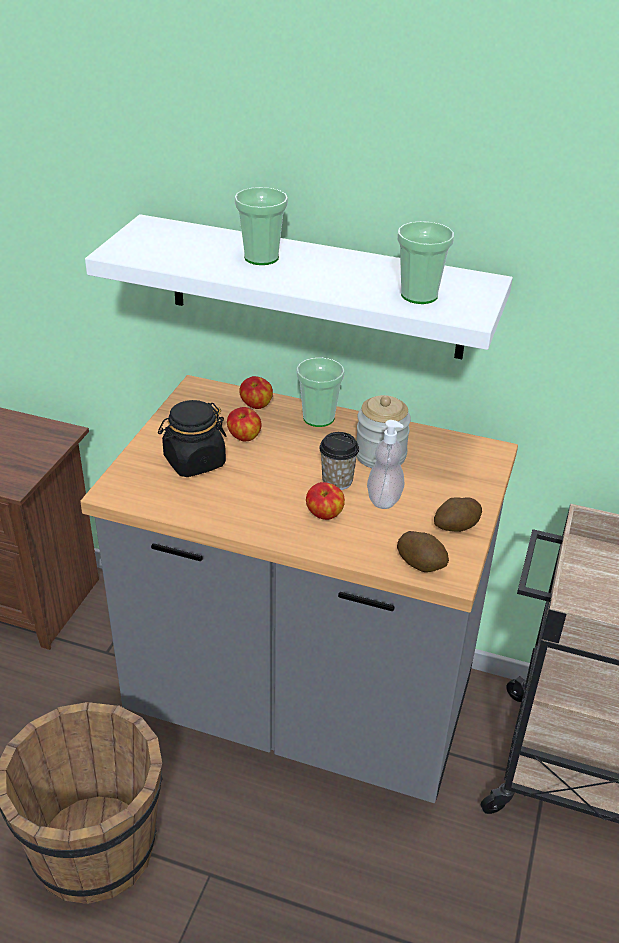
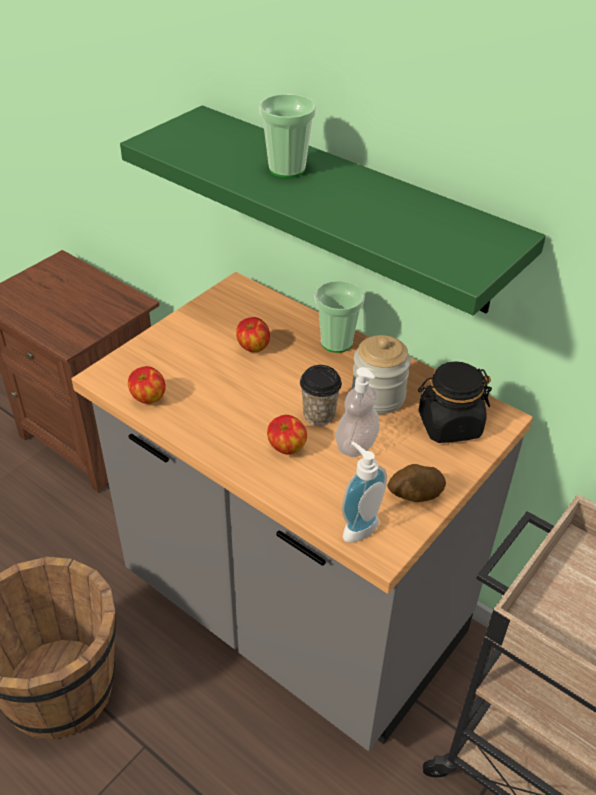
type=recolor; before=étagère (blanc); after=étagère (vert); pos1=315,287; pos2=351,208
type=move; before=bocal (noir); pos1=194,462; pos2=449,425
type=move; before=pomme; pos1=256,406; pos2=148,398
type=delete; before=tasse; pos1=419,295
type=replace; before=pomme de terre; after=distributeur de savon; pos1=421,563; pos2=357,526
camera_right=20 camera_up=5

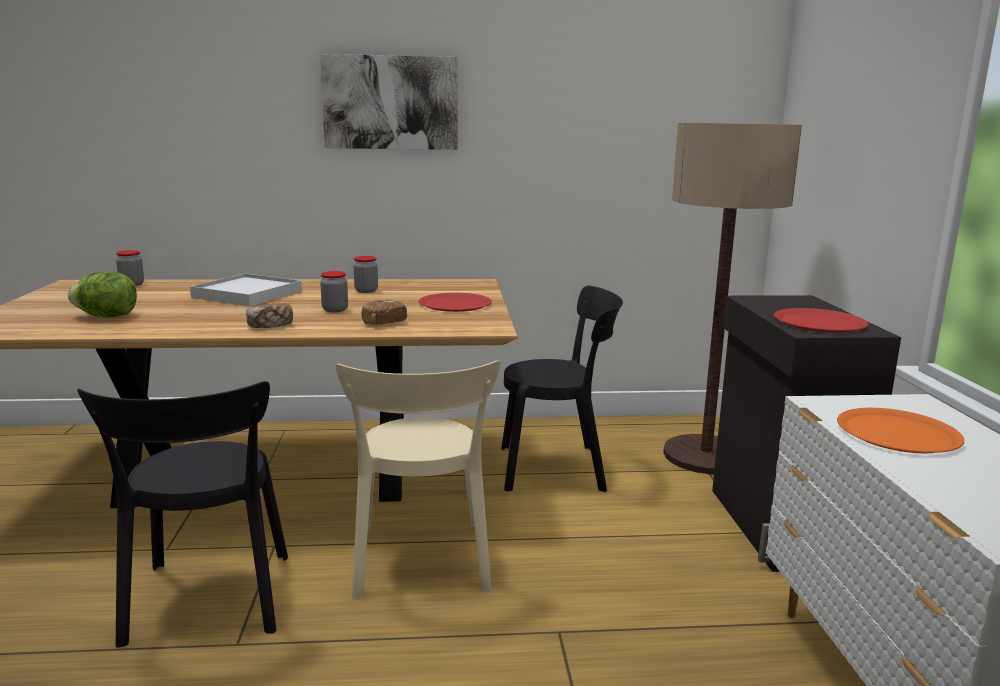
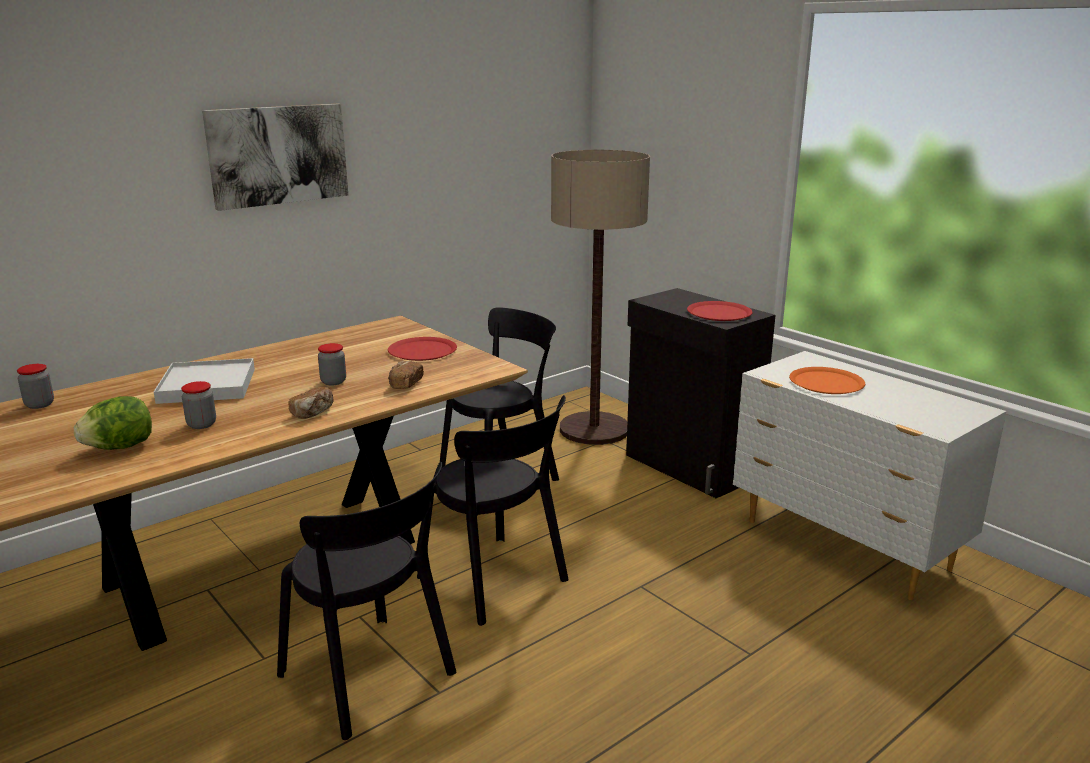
type=recolor; before=chaise (beige); after=chaise (noir); pos1=421,564; pos2=496,582
type=move; before=bocal; pos1=366,291; pos2=201,424
camera_right=-35 camera_up=5

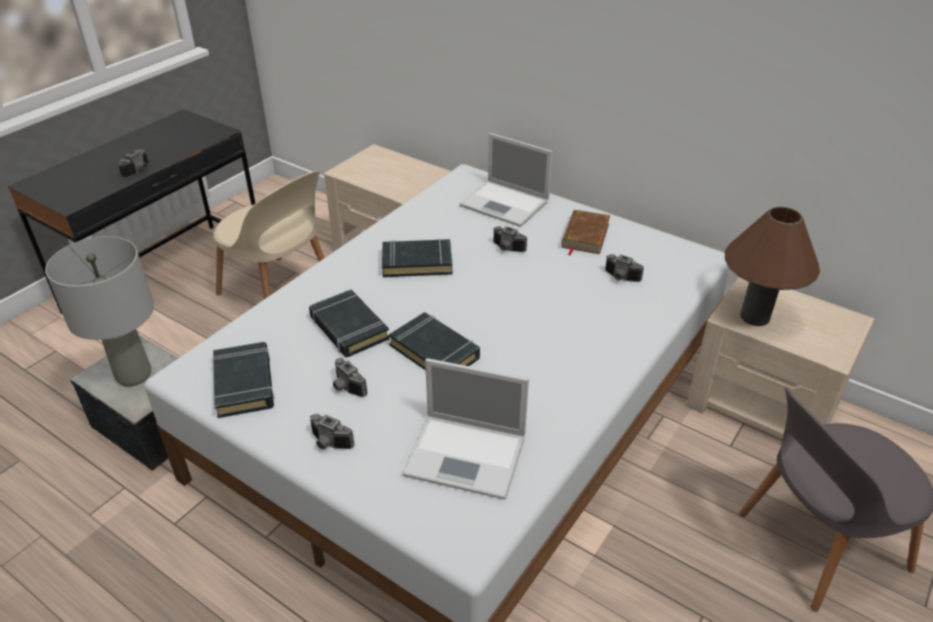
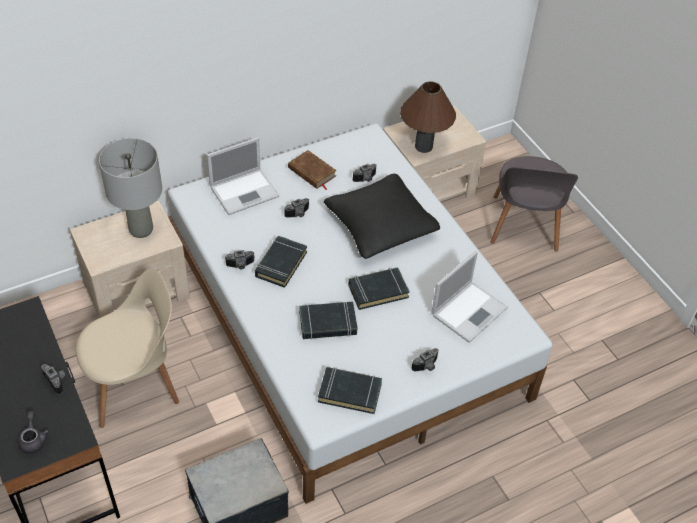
type=move; before=lampe de table (gris); pos1=134,374; pos2=140,229
type=move; before=appareil photo; pos1=346,388; pos2=240,266
type=insert; after=théière (gris); pos2=33,439
type=insert; after=coussin (noir); pos2=380,225
camera_right=-65 camera_up=10

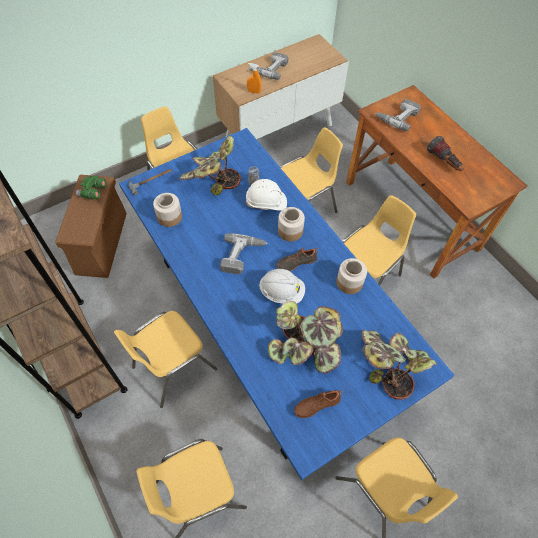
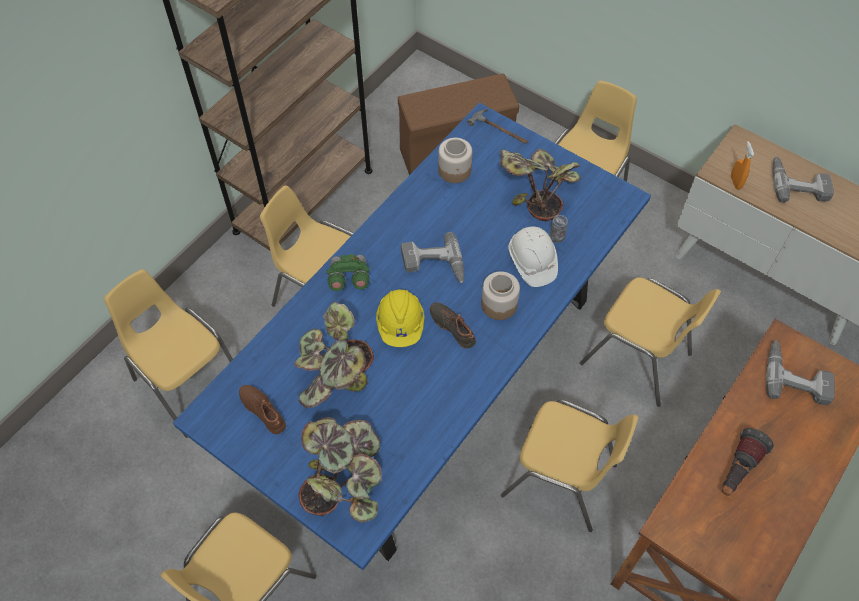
type=move; before=jumelles (vert); pos1=93,193; pos2=348,279
type=recolor; before=casque de chantier (blanc); after=casque de chantier (jaune); pos1=282,292; pos2=400,325
type=delete; before=bocal; pos1=349,282
camera_right=70 camera_up=0

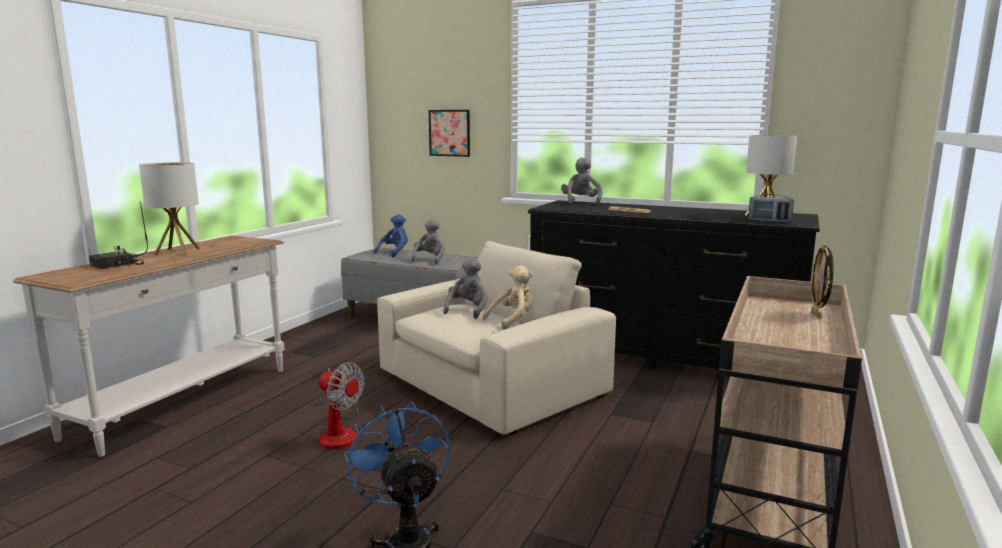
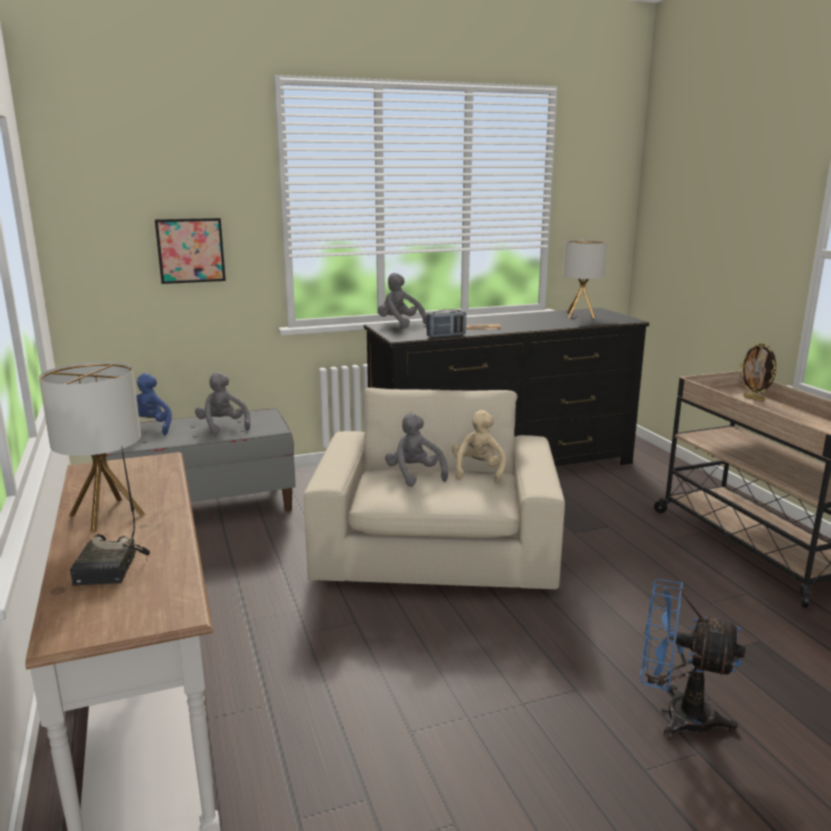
type=delete; before=ventilateur; pos1=340,432
type=move; before=radio; pos1=769,221; pos2=446,335
camera_right=-45 camera_up=5

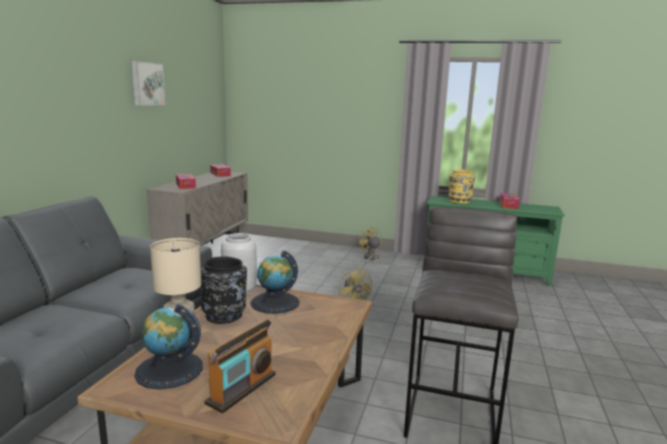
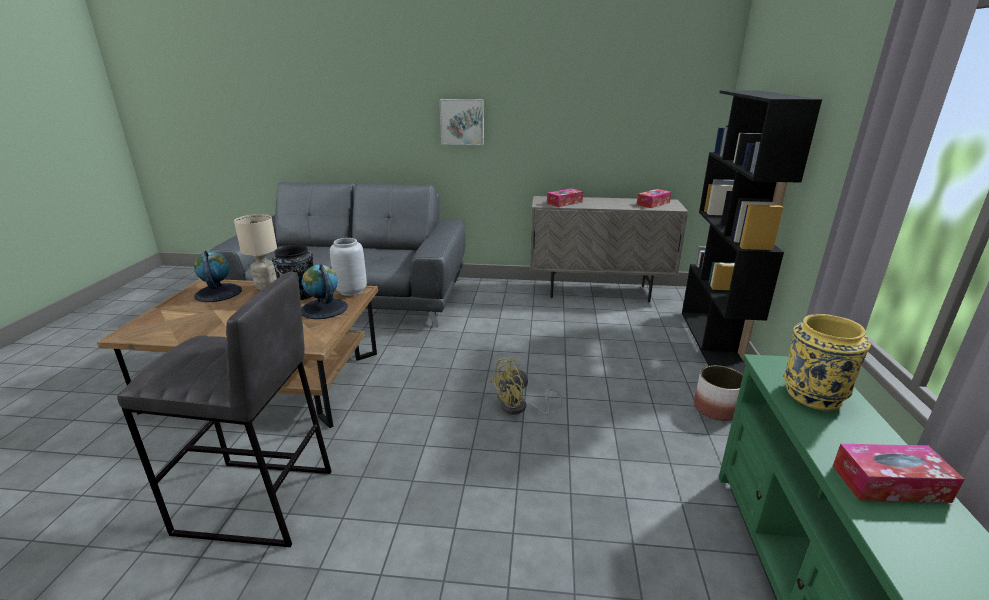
type=move; before=tableau; pos1=147,83; pos2=462,121
type=delete; before=radio; pos1=242,389
type=replace; before=ventilateur (jaune); after=cache-pot; pos1=370,258; pos2=716,409
type=insert; after=bibliothèque (noir); pos2=714,341
camera_right=80 camera_up=10

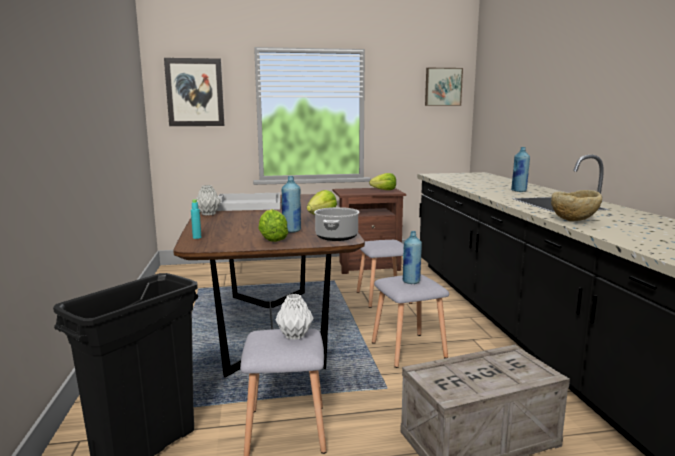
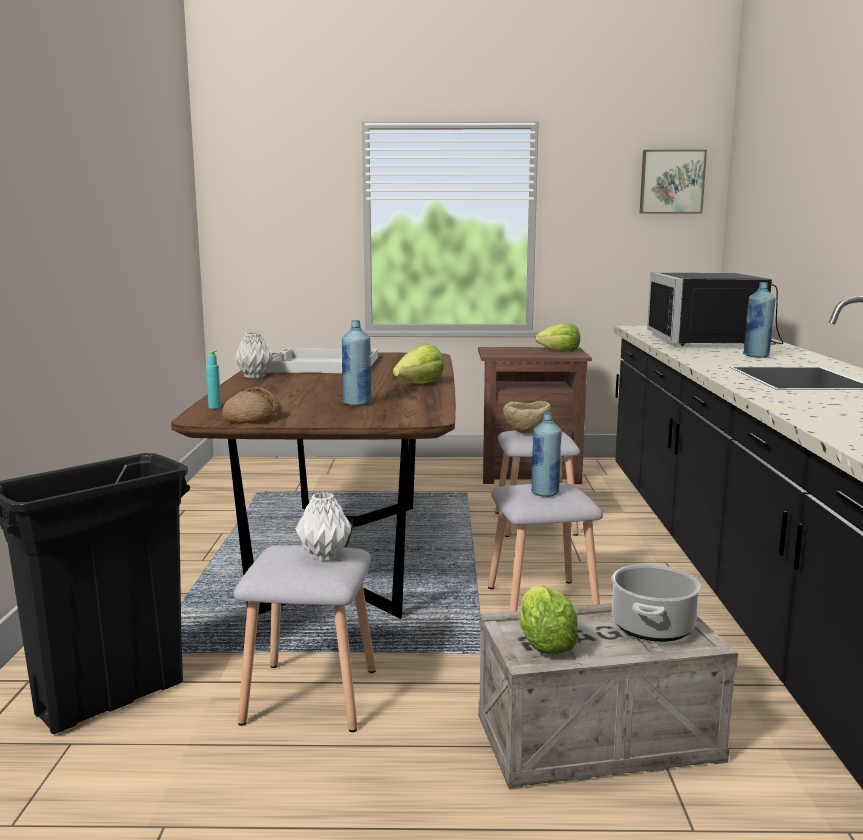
type=delete; before=tableau; pos1=195,92
type=move; before=laitue; pos1=272,239; pos2=544,642
type=move; before=marmite; pos1=336,237; pos2=653,627
type=move; before=bol (beige); pos1=573,221; pos2=526,433
type=insert; after=pain; pos2=253,418
type=insert; after=micro-ondes (noir); pos2=712,340
camera_right=10 camera_up=0

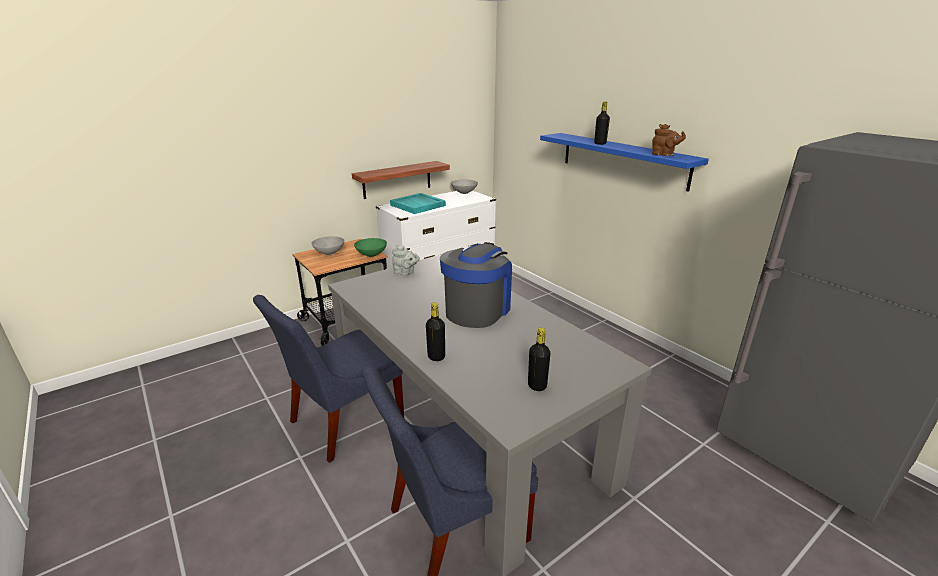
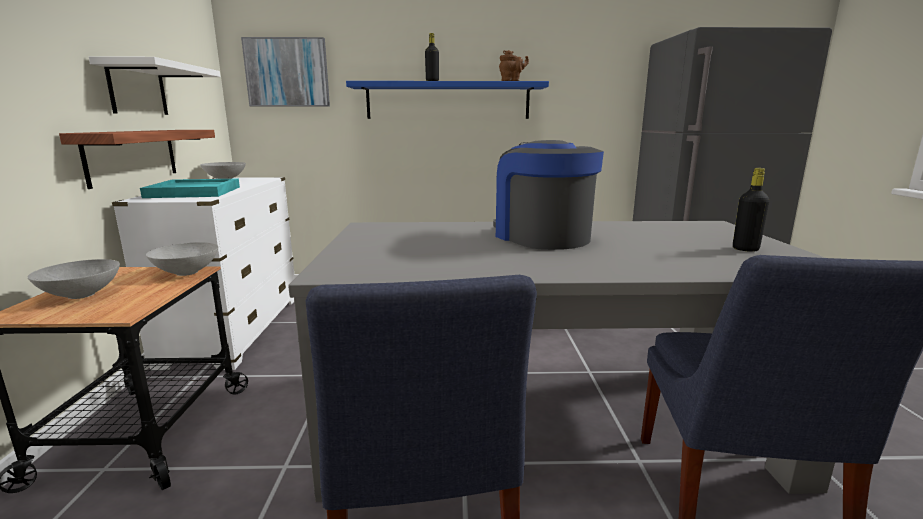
type=recolor; before=bol (vert); after=bol (gris); pos1=371,255; pos2=187,273
type=delete; before=théière (gris); pos1=405,273
type=delete; before=bouteille (noir); pos1=436,357
type=insert; after=étagère (blanc); pos2=137,89
type=insert; after=tableau; pos2=287,72
camera_right=-55 camera_up=-10

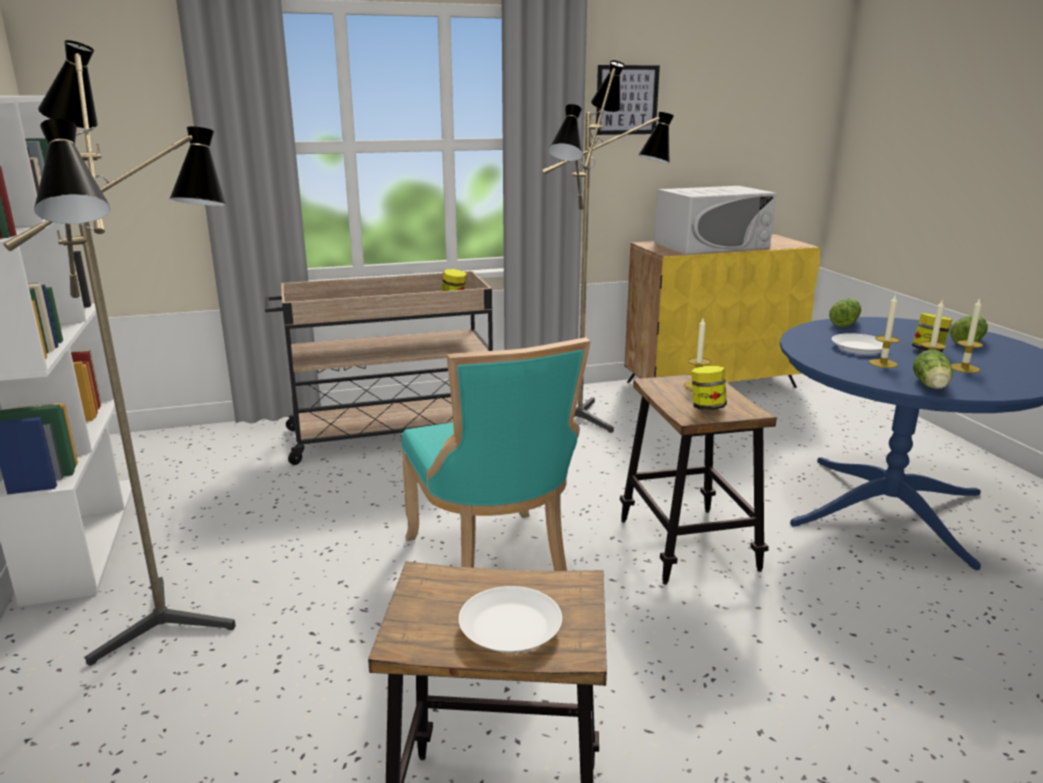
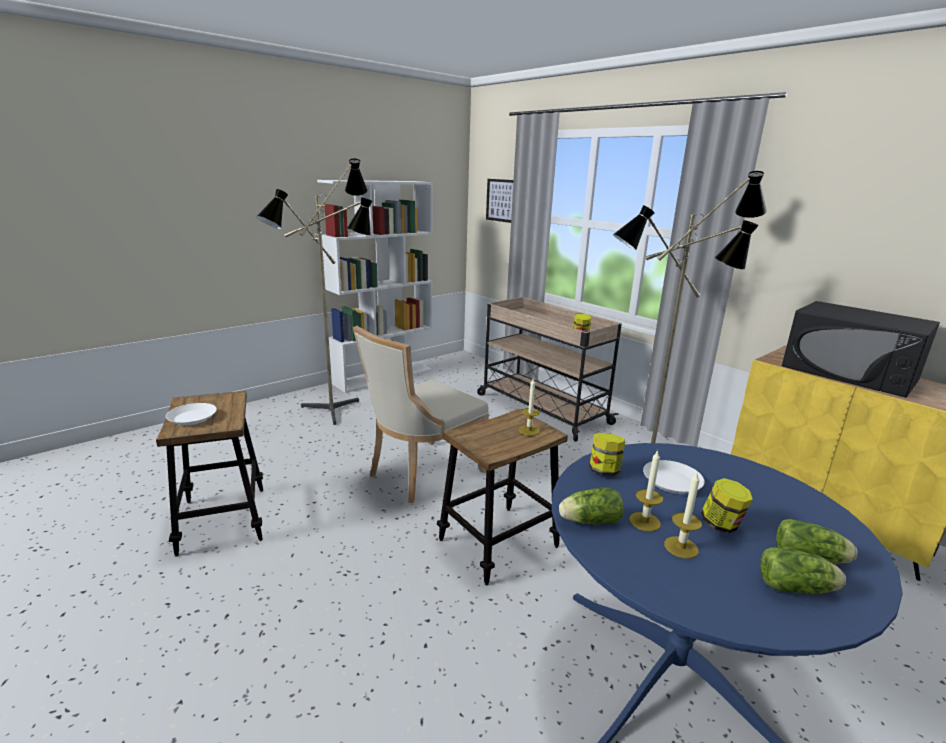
type=recolor; before=chaise (turquoise); after=chaise (beige); pos1=493,565; pos2=421,473
type=move; before=tableau; pos1=627,100; pos2=501,200
type=recolor; before=micro-ondes (blanc); after=micro-ondes (noir); pos1=711,245; pos2=849,373
type=move; before=bocal; pos1=707,407; pos2=604,471
type=move; before=laitue; pos1=845,323; pos2=798,588
type=delete; before=bougie; pos1=883,363
camera_right=65 camera_up=0

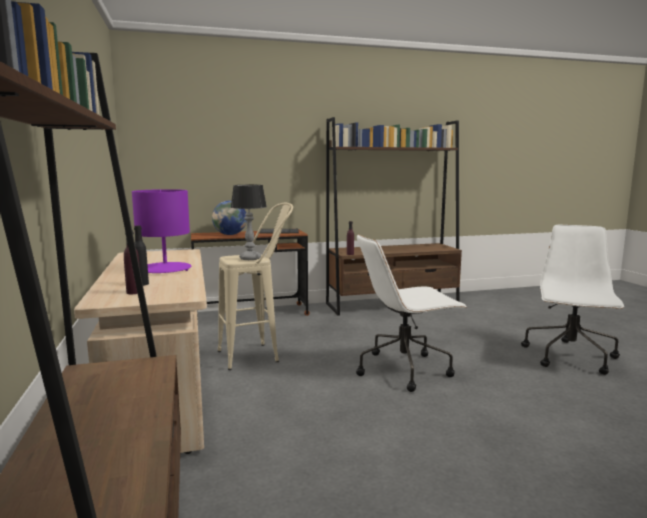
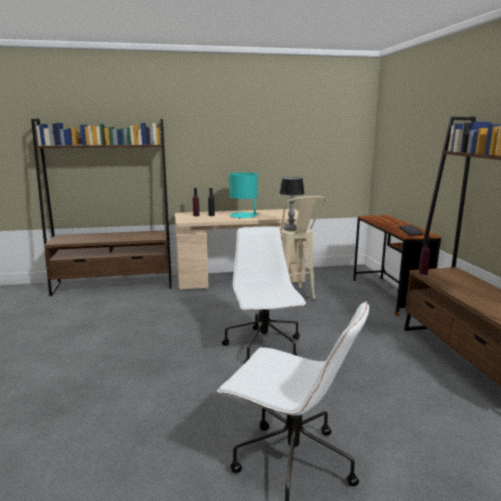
type=recolor; before=lampe de table (violet); after=lampe de table (turquoise); pos1=165,269; pos2=243,216
type=delete; before=globe; pos1=230,234
camera_right=95 camera_up=5

